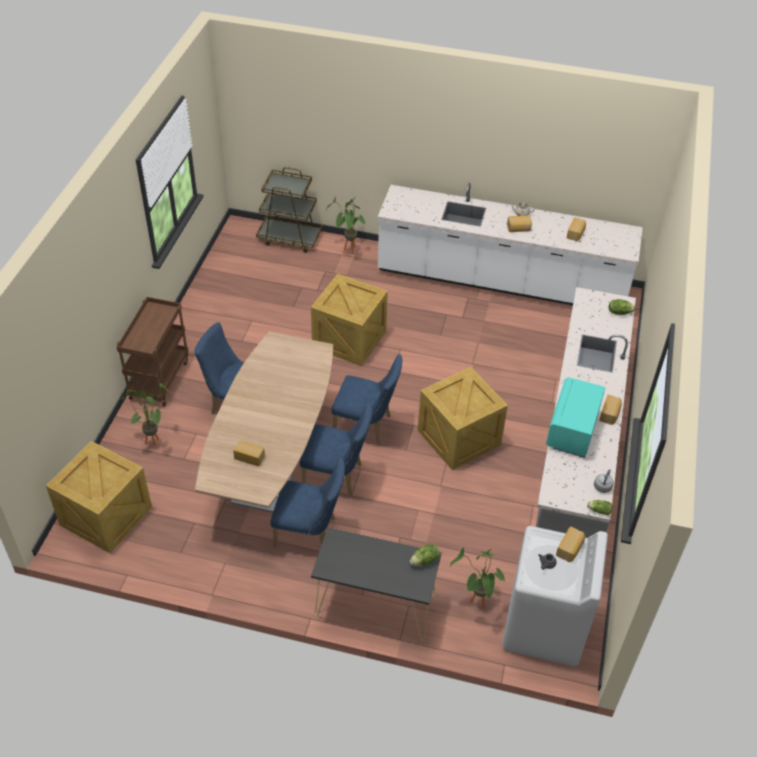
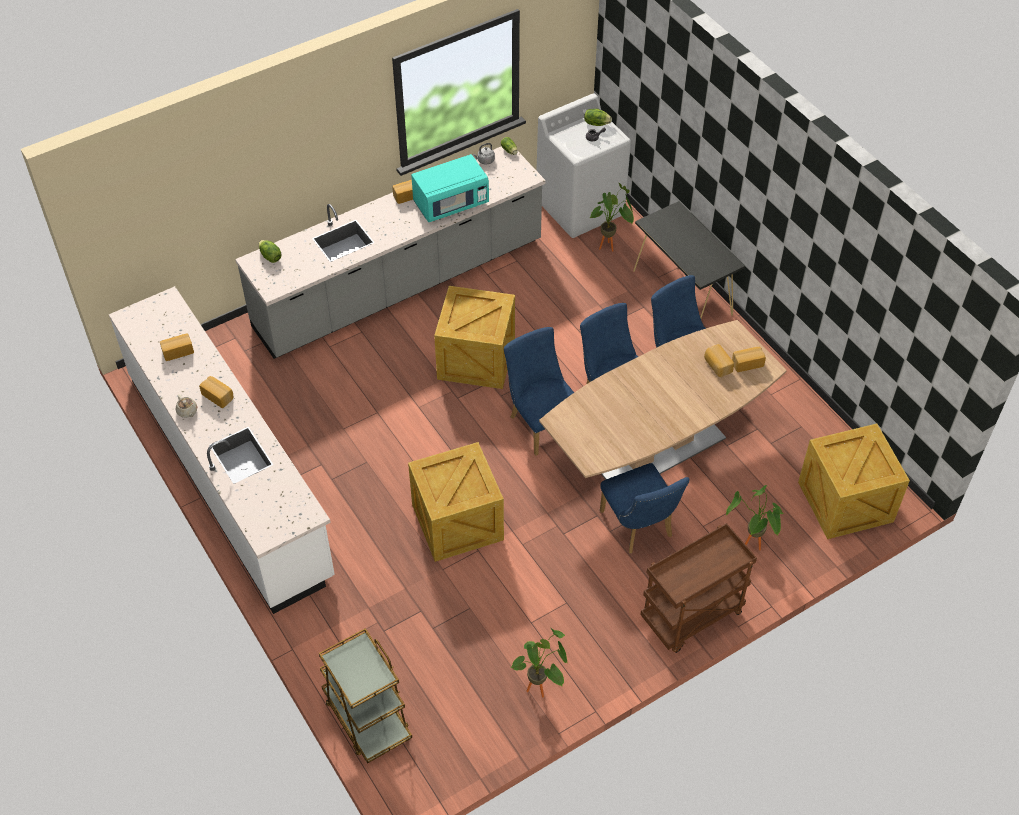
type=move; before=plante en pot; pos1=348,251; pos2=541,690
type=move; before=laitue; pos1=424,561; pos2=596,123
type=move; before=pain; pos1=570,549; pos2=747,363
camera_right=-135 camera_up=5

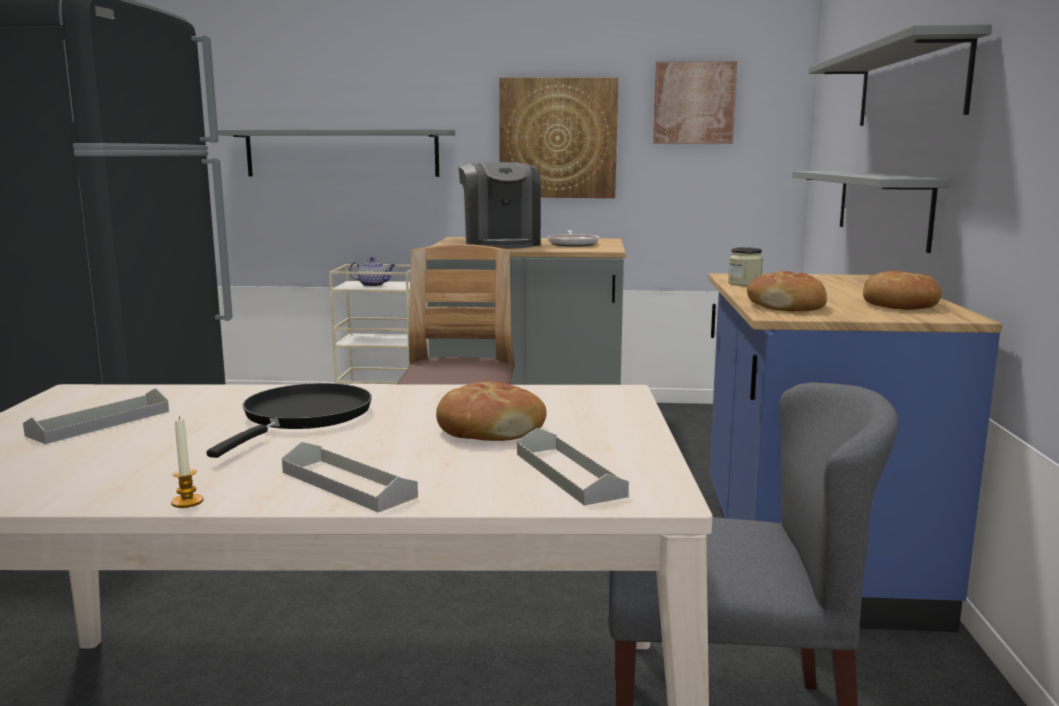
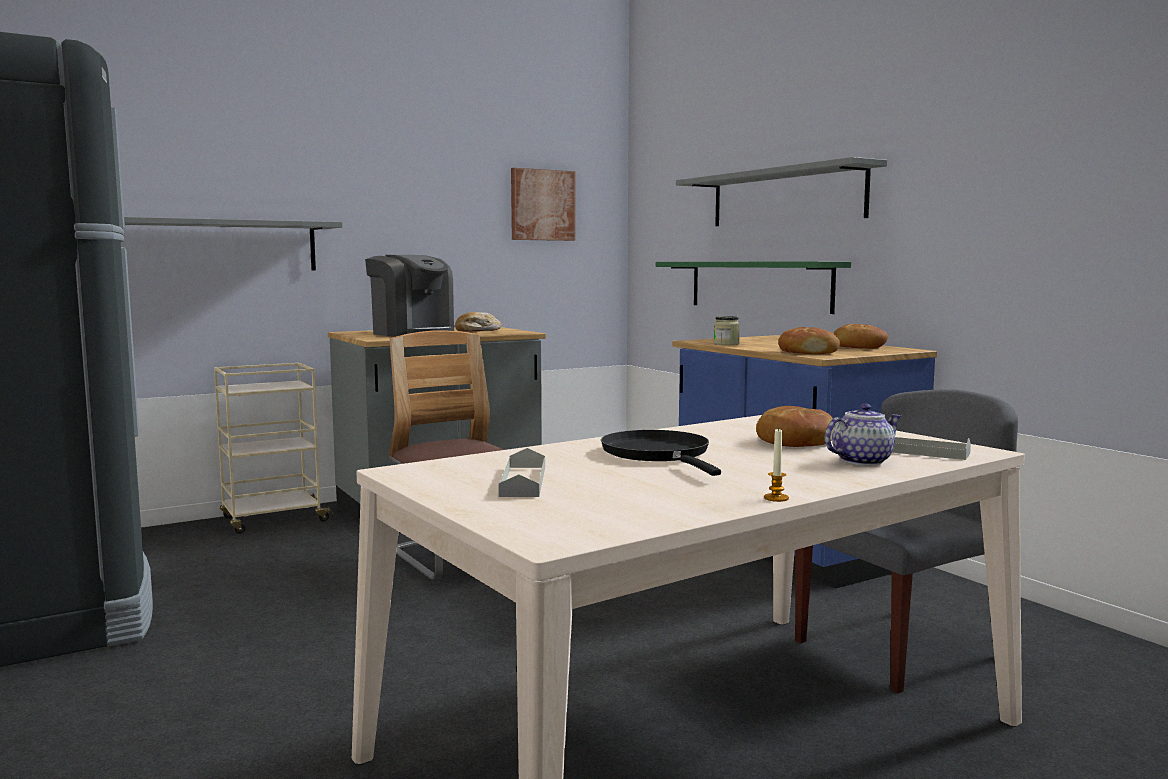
type=delete; before=plateau (gris); pos1=347,484
type=move; before=théière; pos1=373,285; pos2=862,461
type=delete; before=tableau; pos1=558,138
type=replace; before=poêle; after=pain; pos1=573,244; pos2=477,330
type=recolor; before=étagère (gris); after=étagère (vert); pos1=882,206; pos2=758,285
camera_right=-35 camera_up=-5

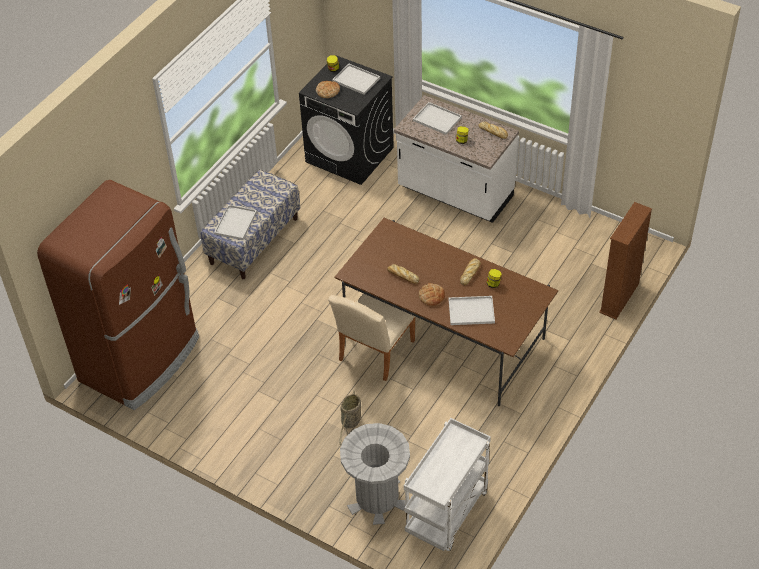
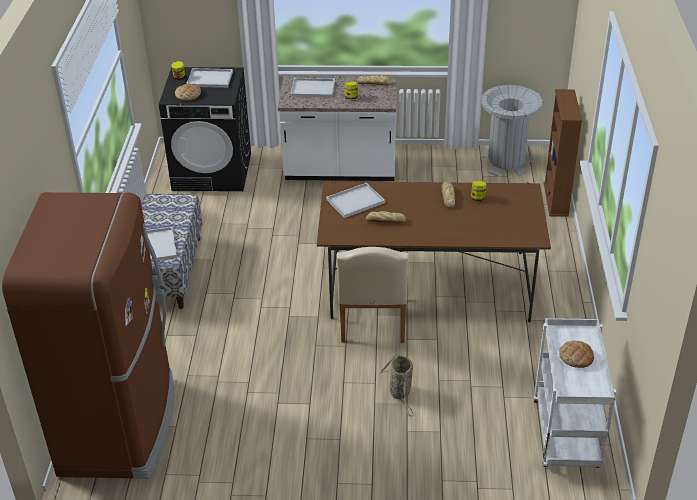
type=move; before=poubelle (gris); pos1=377,498; pos2=506,162
type=move; before=pain; pos1=431,296; pos2=576,356
type=move; before=plateau (blanc); pos1=470,311; pos2=355,202
camera_right=-30 camera_up=-10

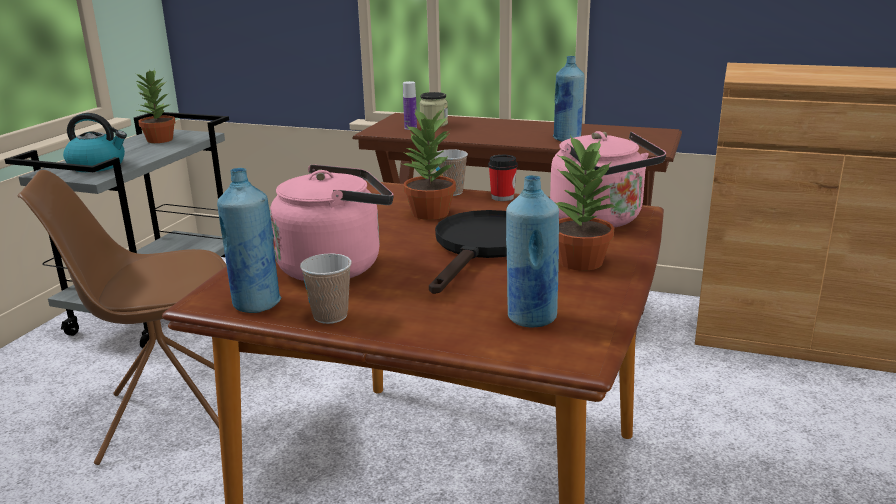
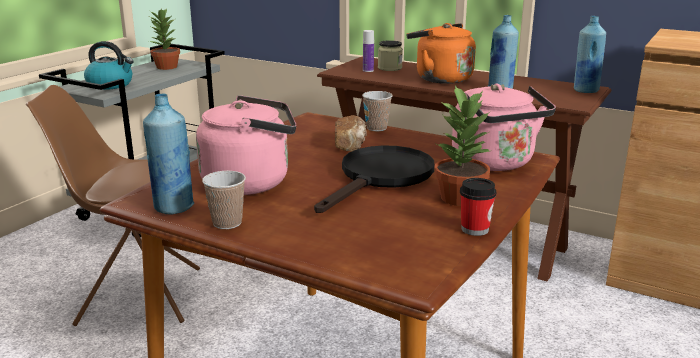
type=replace; before=plante en pot; after=pain; pos1=430,213; pos2=350,145
type=move; before=tasse; pos1=502,197; pos2=475,229
type=move; before=bouteille (bleu); pos1=531,318; pos2=585,90
type=insert; after=bouilloire (orange); pos2=440,78
camera_right=10 camera_up=0

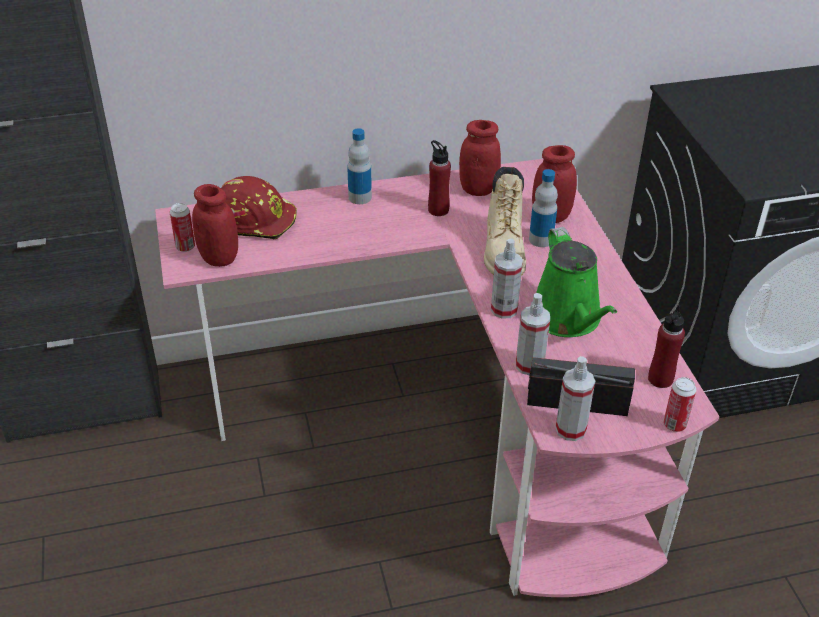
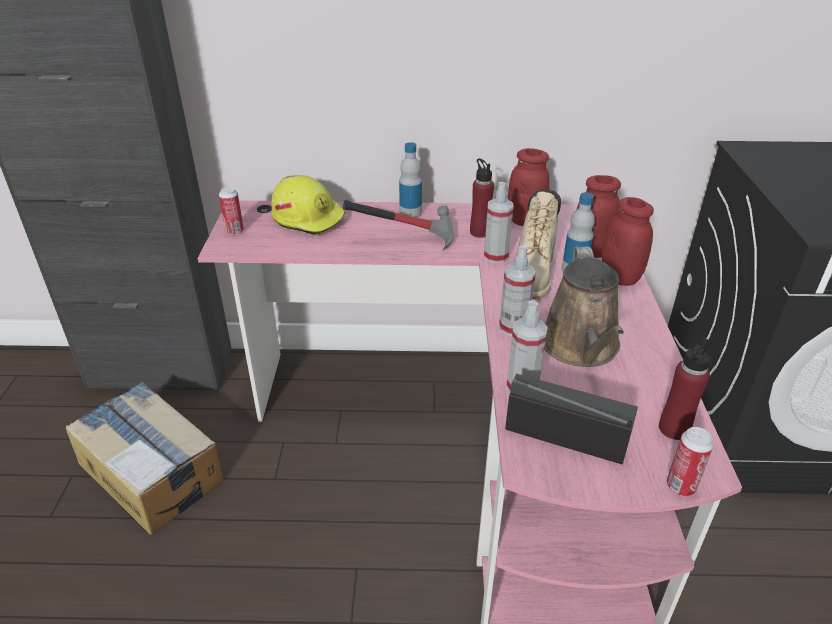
type=move; before=bocal (rouge); pos1=219,258; pos2=620,278
type=recolor; before=casque de chantier (rouge); after=casque de chantier (jaune); pos1=257,219; pos2=309,218
type=recolor; before=arrosoir (vert); after=arrosoir (marron); pos1=568,319; pos2=581,347
type=move; before=vaporisateur; pos1=570,429; pos2=496,256
type=insert; after=carton; pos2=152,471
type=insert; after=marteau; pos2=407,237
camera_right=15 camera_up=-5

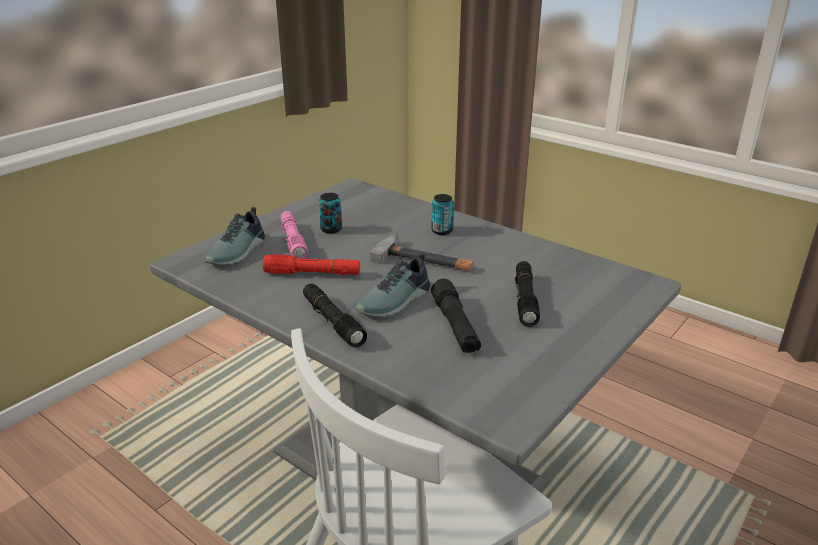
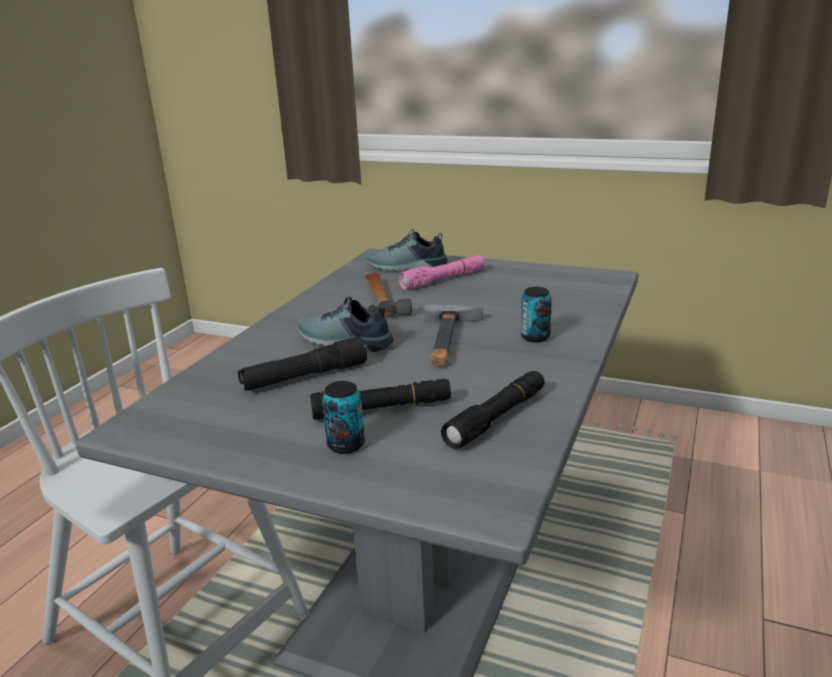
type=replace; before=lampe de poche (rouge); after=marteau; pos1=313,274; pos2=382,299
type=move; before=lampe de poche (noir); pos1=332,321; pos2=496,418
type=move; before=boîte métallique; pos1=331,229; pos2=346,445
camera_right=75 camera_up=-5

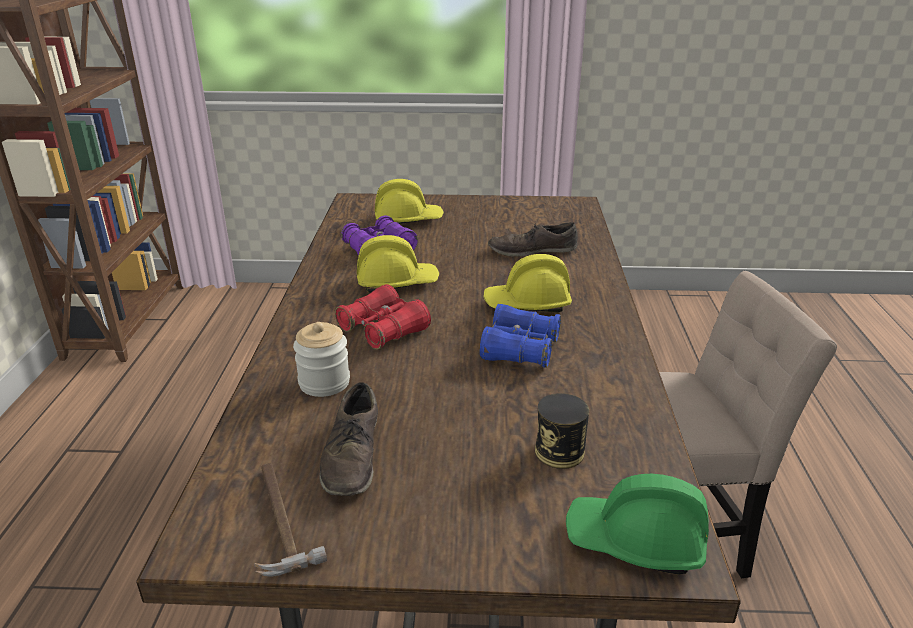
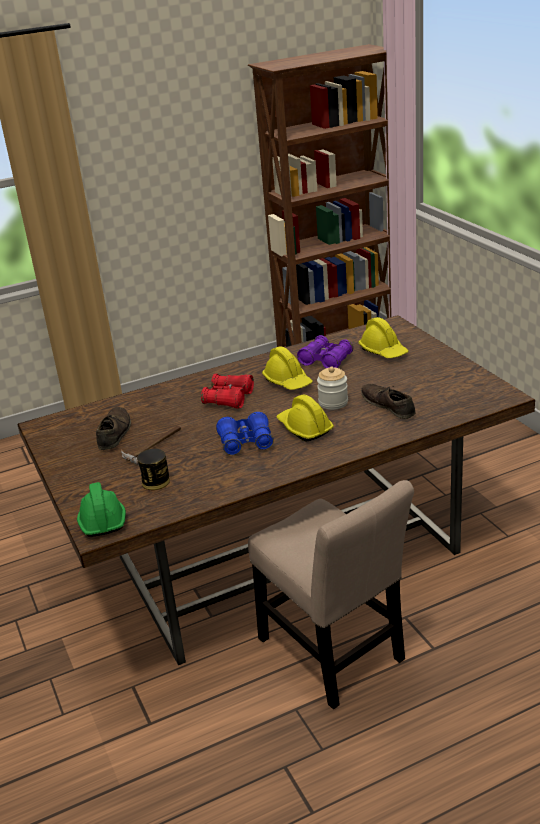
type=move; before=marteau; pos1=278,519; pos2=153,445
type=move; before=bocal; pos1=324,382; pos2=333,403
type=rotate; before=chaussure (marron); pos1=353,455; pos2=114,433; turn=120
camera_right=65 camera_up=0

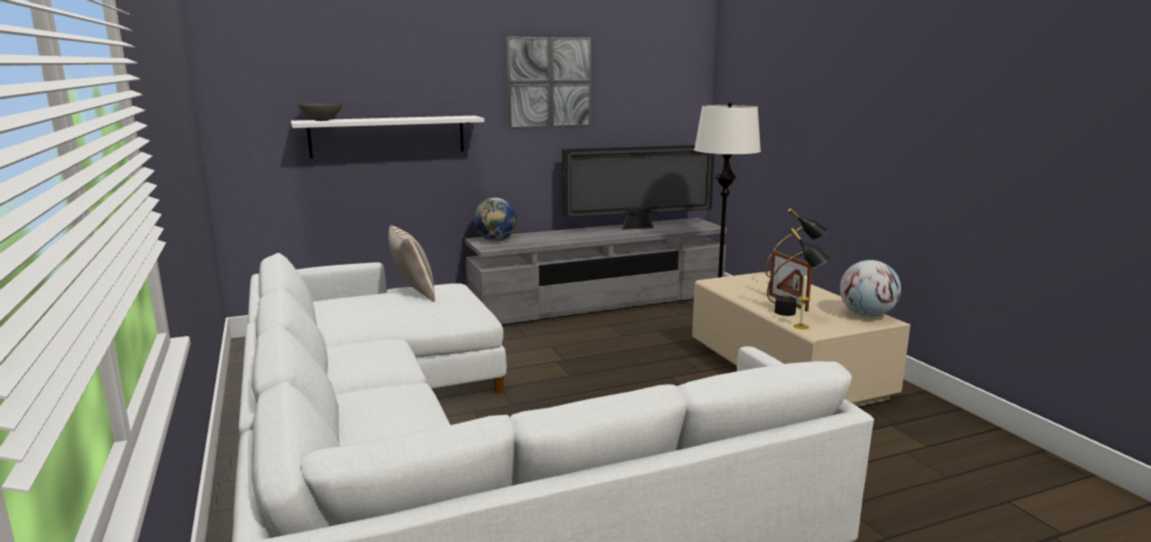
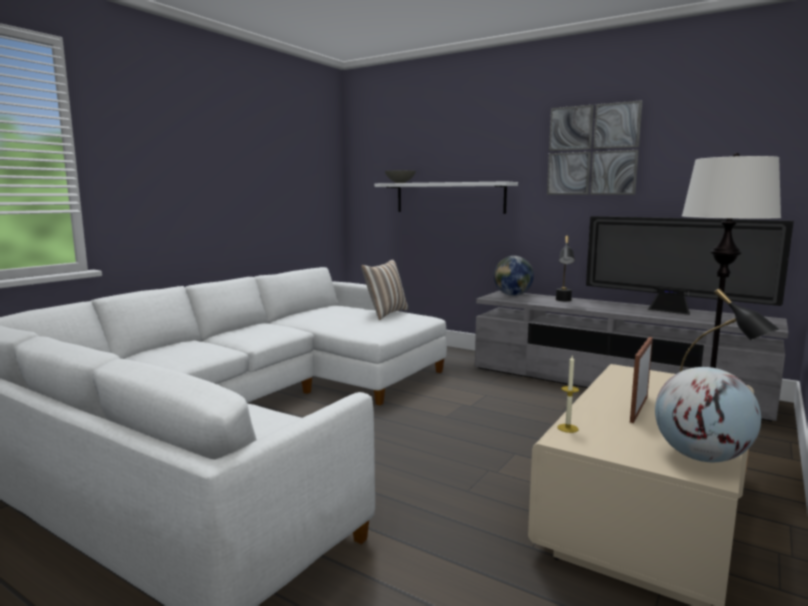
type=move; before=lampe de table (noir); pos1=794,315; pos2=563,301
camera_right=55 camera_up=-5

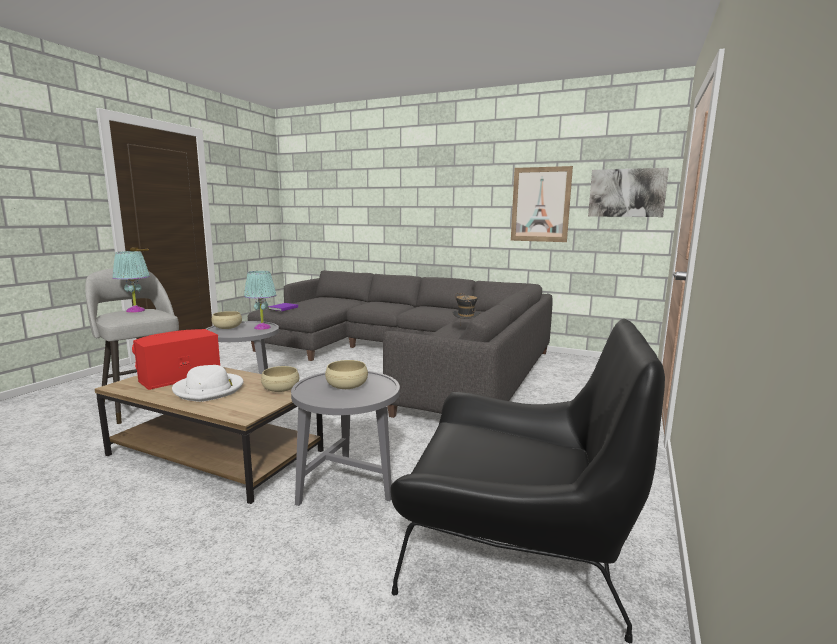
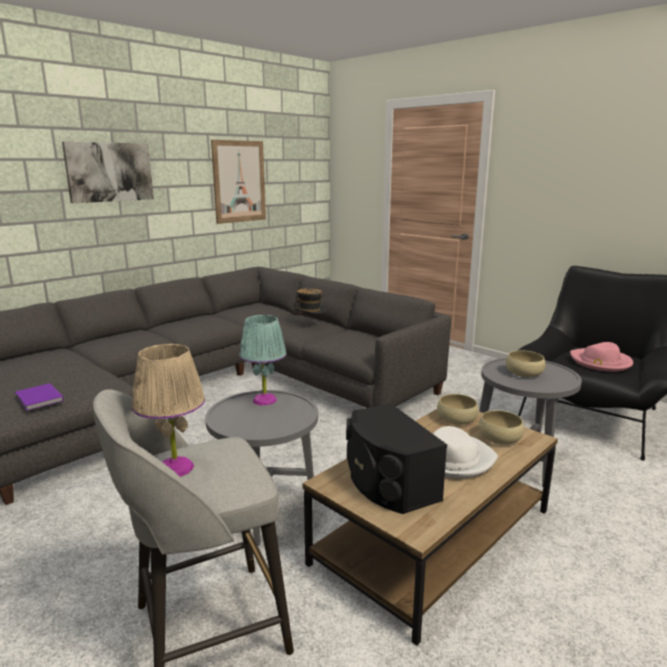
type=recolor; before=lampe de table (turquoise); after=lampe de table (beige); pos1=135,310; pos2=175,468
type=recolor; before=enceinte (rouge); after=enceinte (noir); pos1=178,376; pos2=387,482
type=move; before=bol (beige); pos1=227,327; pos2=500,438
type=move; before=tableau; pos1=627,193; pos2=109,172
type=insert; after=chapeau (rose); pos2=600,362
camera_right=-70 camera_up=5

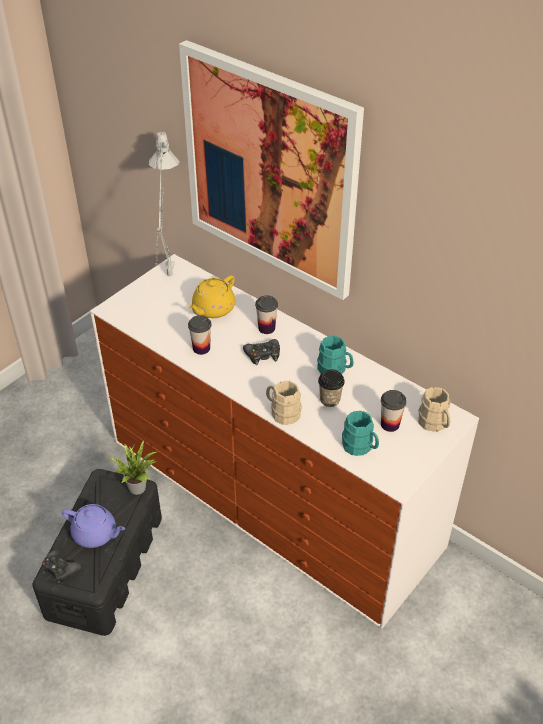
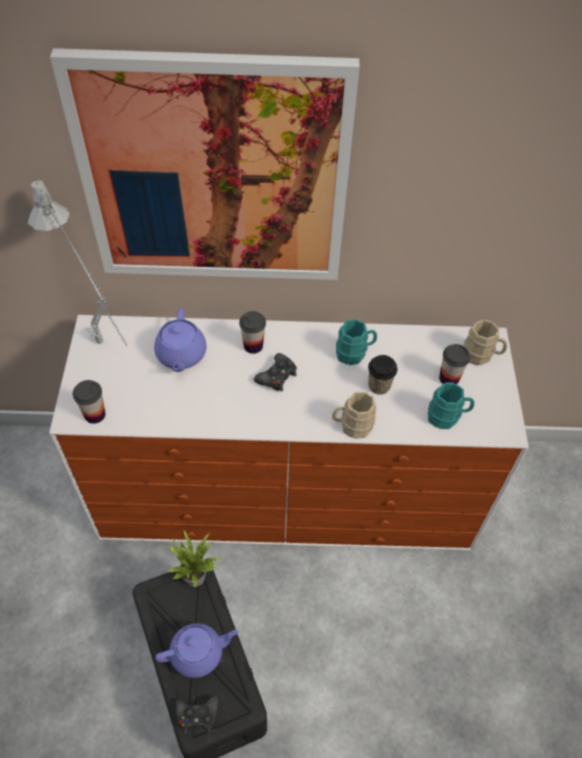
type=recolor; before=théière (jaune); after=théière (violet); pos1=213,309; pos2=181,355
type=move; before=tasse; pos1=201,348; pos2=95,414
camera_right=-40 camera_up=10

